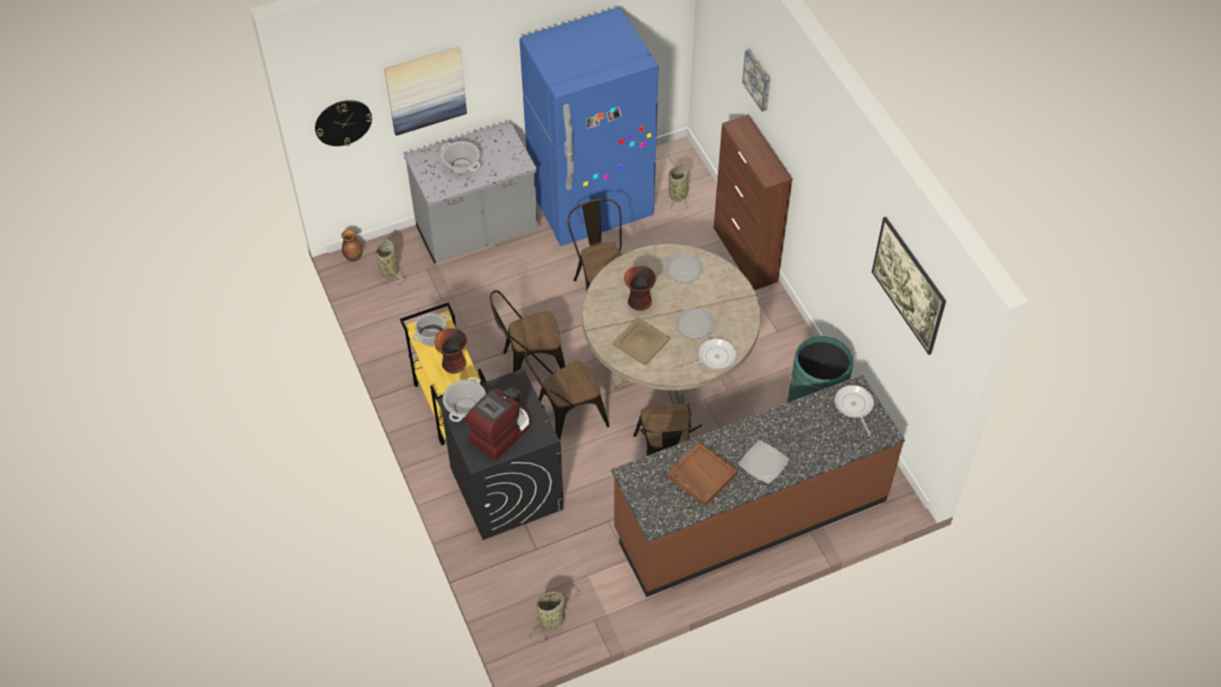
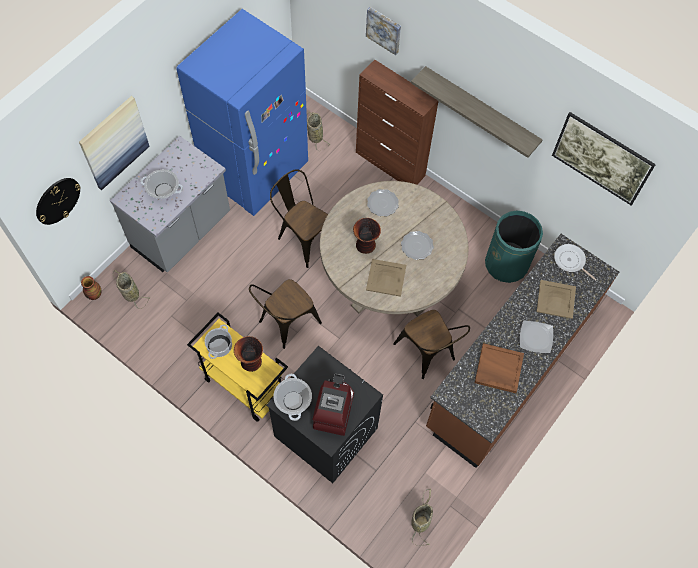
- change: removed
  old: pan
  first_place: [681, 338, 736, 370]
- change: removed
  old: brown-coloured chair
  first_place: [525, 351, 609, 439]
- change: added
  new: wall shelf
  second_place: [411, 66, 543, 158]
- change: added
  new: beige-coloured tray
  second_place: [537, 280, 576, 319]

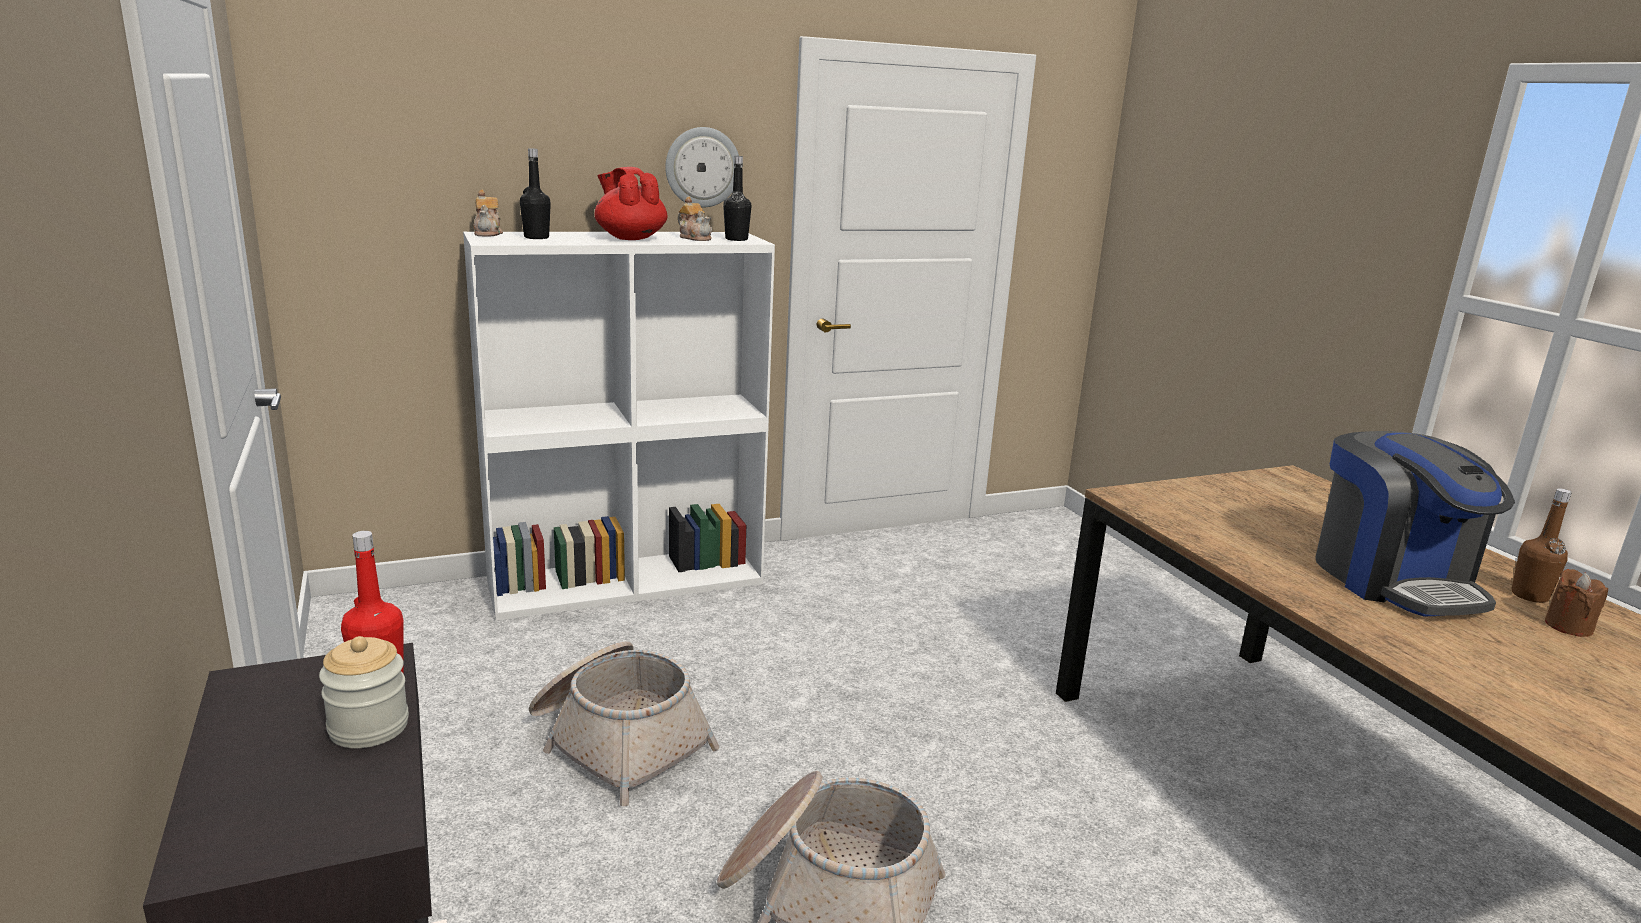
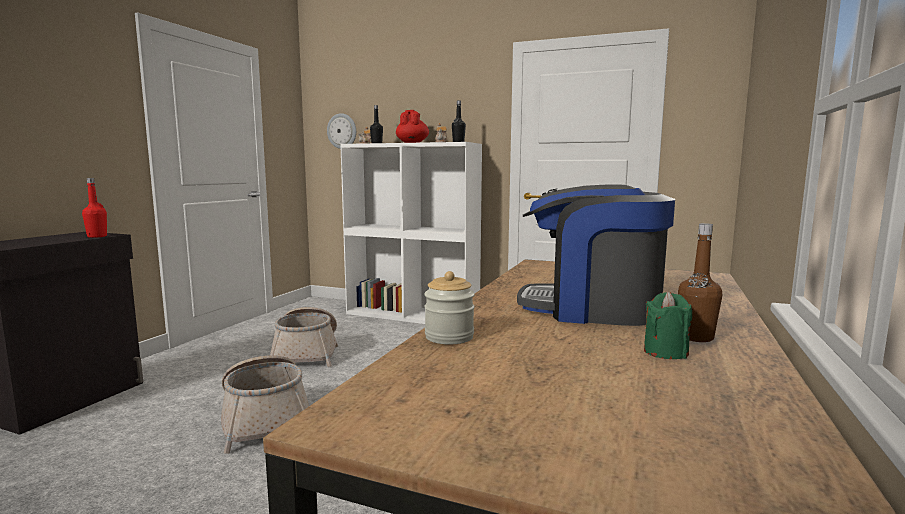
- change: moved
  old: wall clock
  first_place: [665, 127, 739, 208]
  second_place: [327, 113, 356, 149]
- change: turned
  old: coffee maker
  first_place: [1315, 431, 1515, 616]
  second_place: [517, 185, 675, 326]
  degrees: 75
- change: recoloured
  old: brown-coloured candle
  new: green candle
  first_place: [1545, 569, 1608, 637]
  second_place: [644, 292, 692, 359]
- change: moved
  old: jar
  first_place: [319, 636, 409, 748]
  second_place: [424, 271, 475, 344]

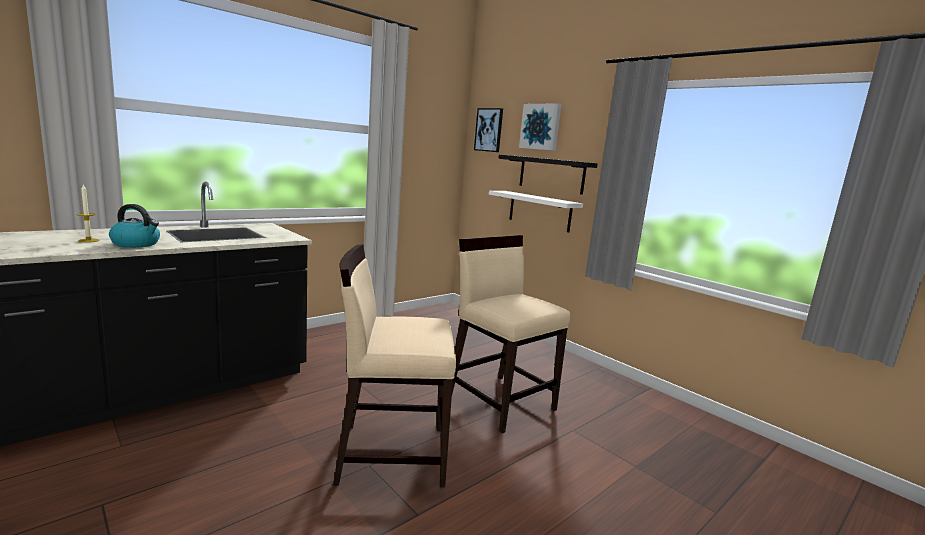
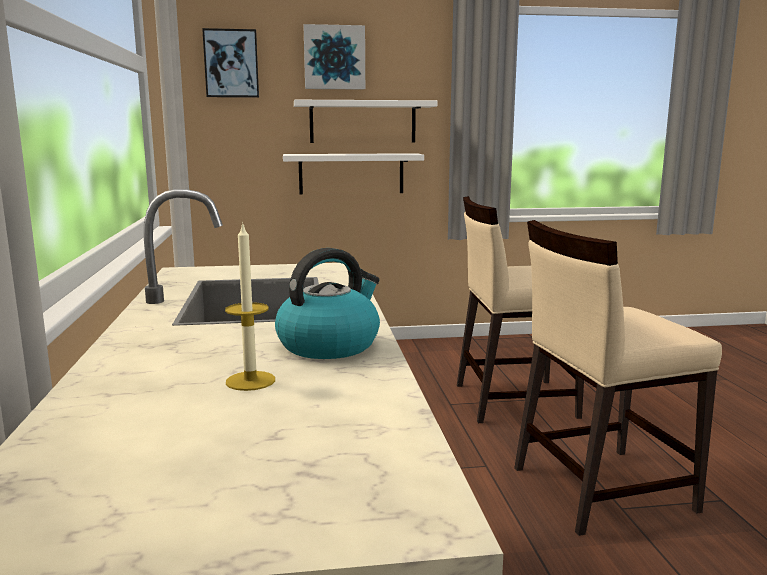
- change: recoloured
  old: blackish wall shelf
  new: whitish wall shelf
  first_place: [498, 155, 598, 195]
  second_place: [294, 100, 437, 143]
- change: turned
  old: beige-coloured chair
  first_place: [333, 244, 456, 488]
  second_place: [514, 220, 722, 536]
  degrees: 45

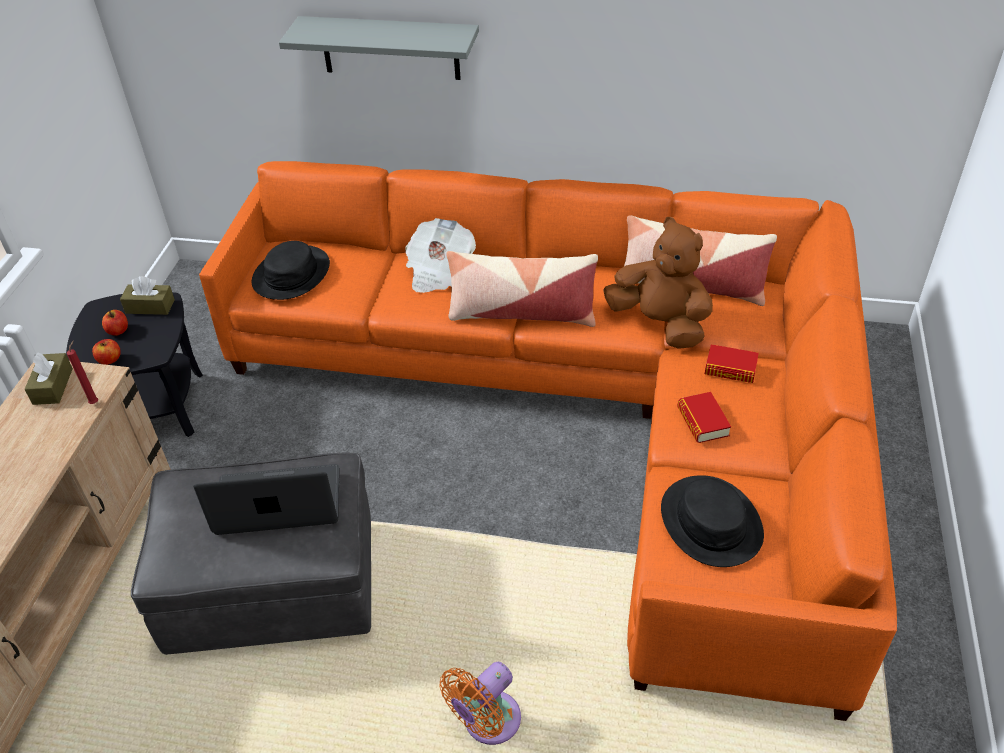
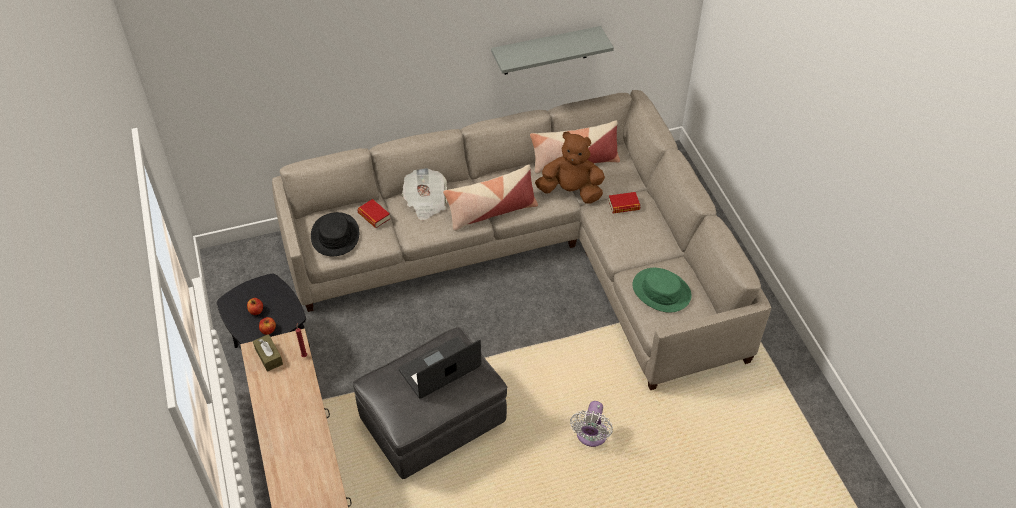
- change: moved
  old: greyish wall shelf
  first_place: [279, 16, 479, 80]
  second_place: [491, 26, 614, 75]
- change: recoloured
  old: orangey sofa
  new: beige-coloured sofa
  first_place: [199, 161, 897, 721]
  second_place: [272, 90, 771, 390]
- change: removed
  old: brown-coloured box of tissues
  first_place: [120, 276, 175, 315]
- change: moved
  old: volume
  first_place: [677, 392, 731, 443]
  second_place: [357, 199, 390, 228]
- change: recoloured
  old: blackish wearable hat
  new: green wearable hat
  first_place: [661, 475, 764, 567]
  second_place: [633, 268, 692, 313]
- change: recoloured
  old: orangey fan
  new: whitish fan
  first_place: [439, 662, 521, 745]
  second_place: [570, 401, 613, 447]

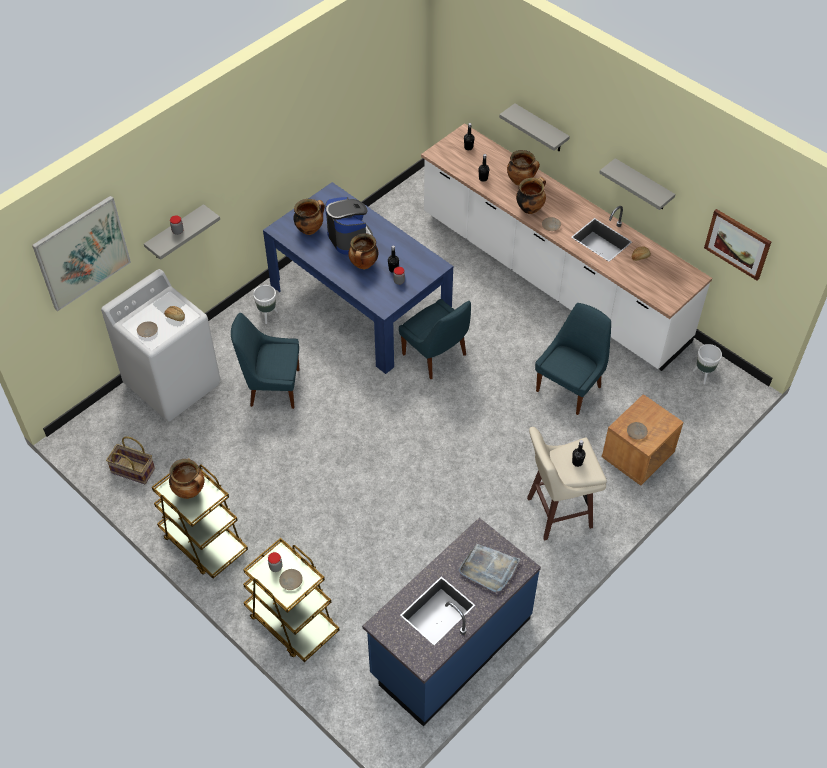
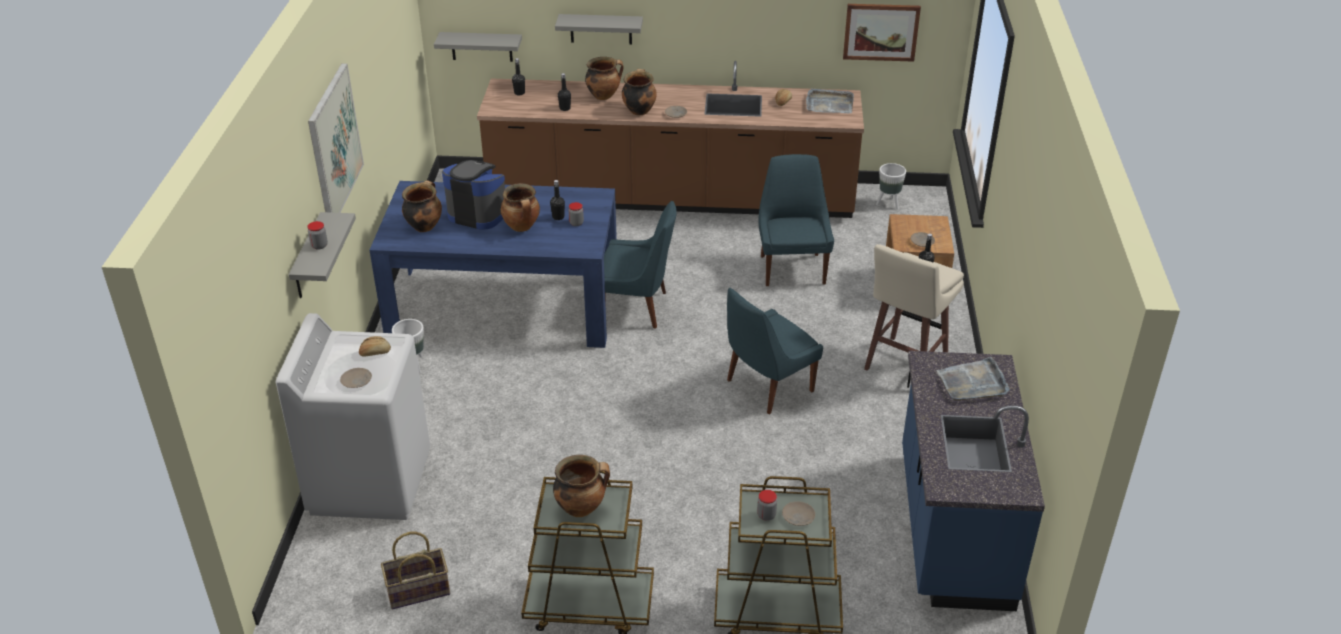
- change: recoloured
  old: whitish kitchen base unit
  new: brown-coloured kitchen base unit
  first_place: [421, 123, 712, 371]
  second_place: [477, 61, 864, 218]
- change: moved
  old: greyish wall shelf
  first_place: [599, 158, 675, 210]
  second_place: [434, 32, 522, 62]
- change: moved
  old: wall picture
  first_place: [32, 195, 131, 311]
  second_place: [308, 63, 364, 213]
- change: moved
  old: blue chair
  first_place: [231, 313, 300, 409]
  second_place: [727, 288, 823, 415]
- change: added
  new: greyish tray
  second_place: [806, 88, 854, 113]

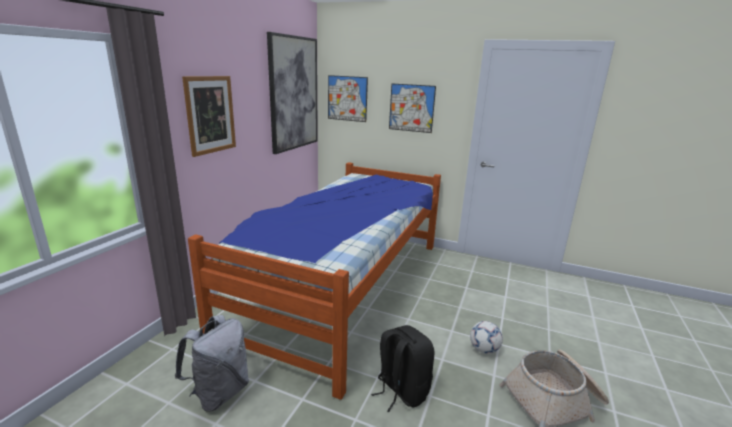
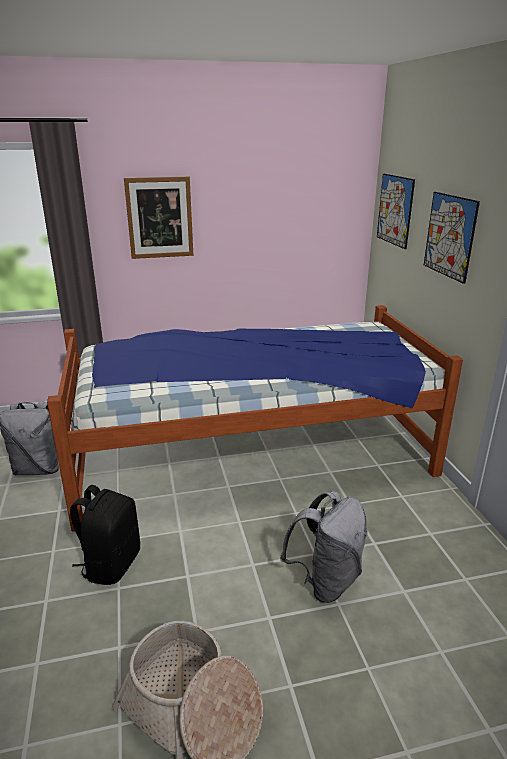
- change: removed
  old: wall picture
  first_place: [267, 32, 318, 154]
- change: removed
  old: football ball
  first_place: [470, 321, 503, 354]
- change: added
  new: greyish rucksack
  second_place: [280, 491, 367, 603]

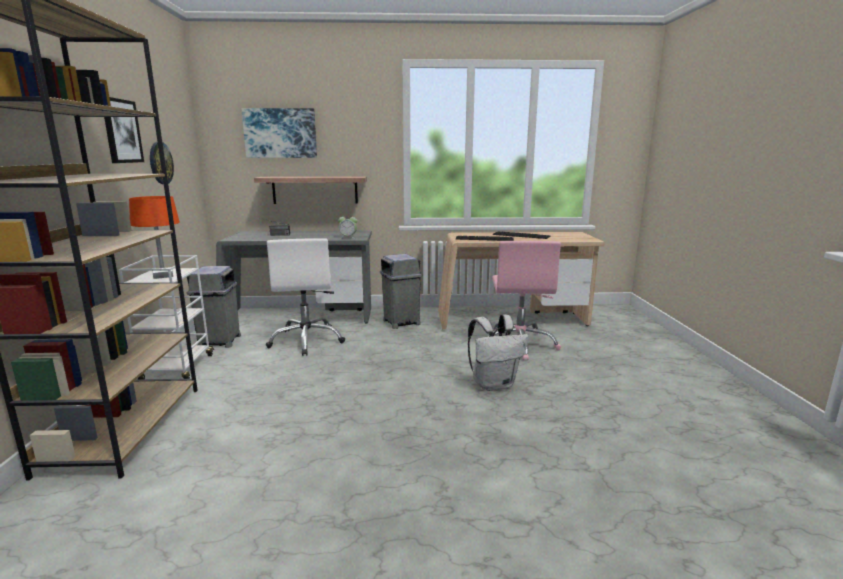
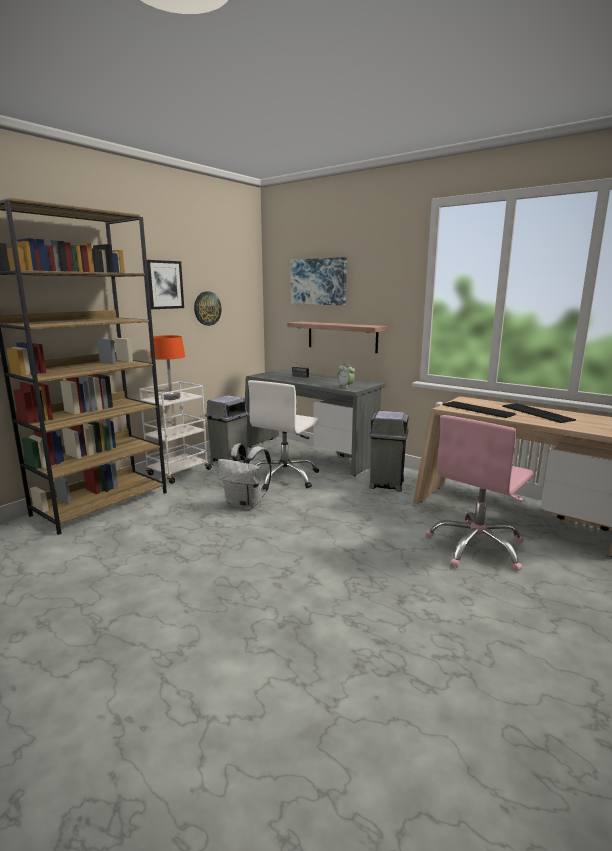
- change: moved
  old: whitish rucksack
  first_place: [468, 314, 529, 391]
  second_place: [217, 444, 272, 510]

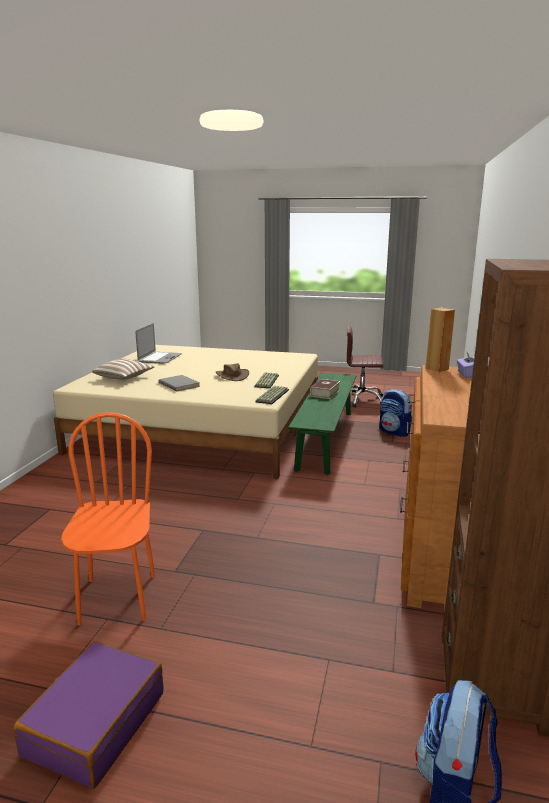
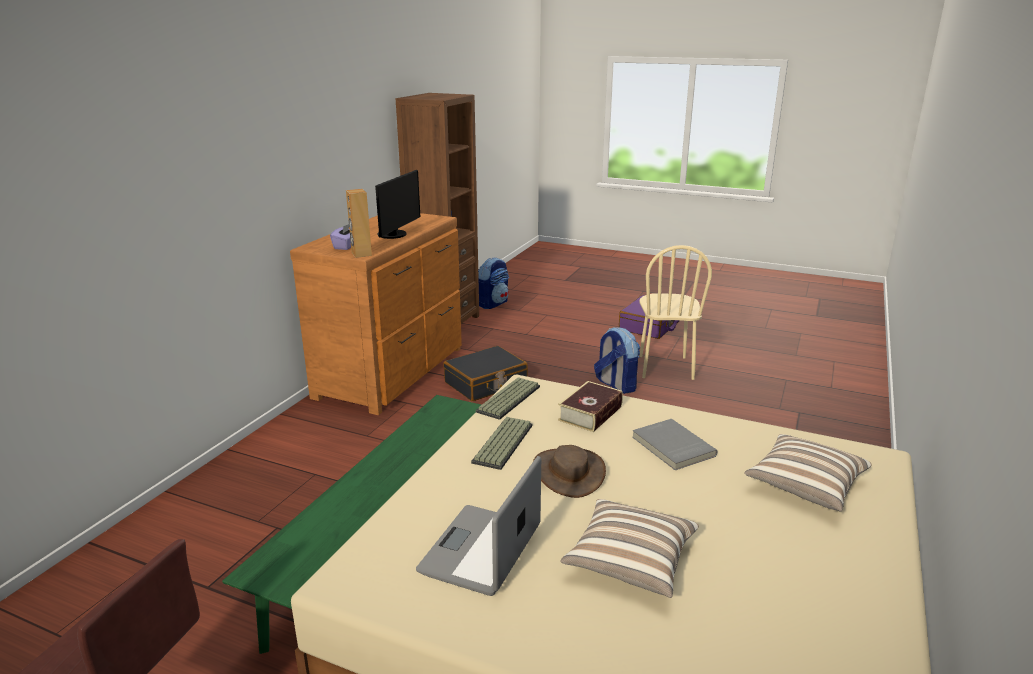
- change: moved
  old: notebook computer
  first_place: [135, 323, 182, 364]
  second_place: [416, 456, 541, 596]
- change: moved
  old: volume
  first_place: [310, 379, 340, 399]
  second_place: [558, 381, 623, 432]
- change: moved
  old: rucksack
  first_place: [379, 389, 412, 437]
  second_place: [594, 327, 640, 394]
- change: recoloured
  old: orangey chair
  new: beige-coloured chair
  first_place: [61, 412, 155, 625]
  second_place: [639, 245, 712, 380]
- change: added
  new: computer display
  second_place: [375, 170, 420, 239]
- change: added
  new: blackish suitcase
  second_place: [443, 346, 528, 401]
- change: added
  new: pillow
  second_place: [560, 499, 699, 598]

